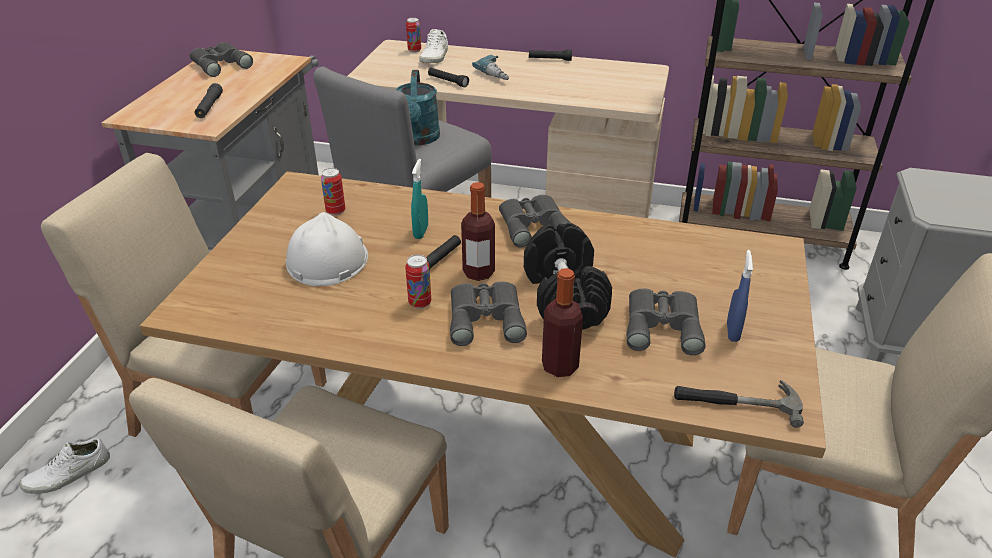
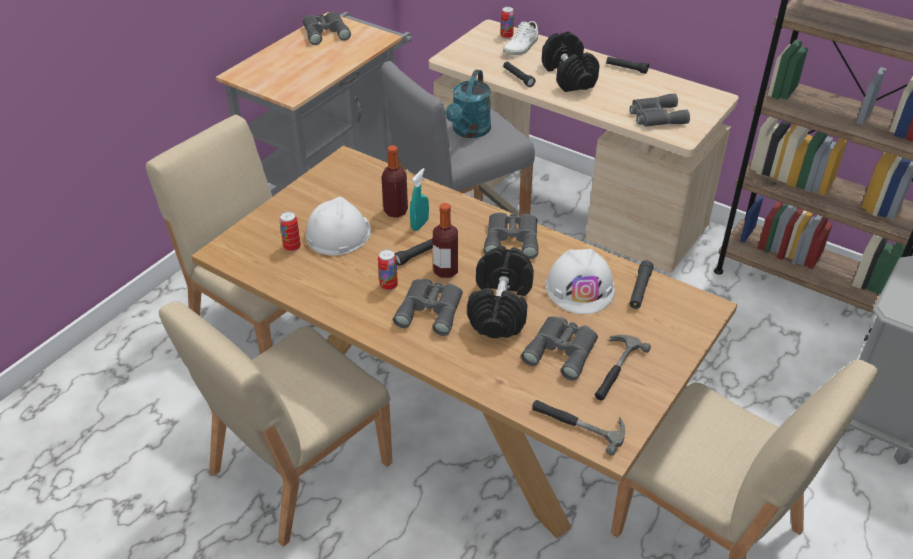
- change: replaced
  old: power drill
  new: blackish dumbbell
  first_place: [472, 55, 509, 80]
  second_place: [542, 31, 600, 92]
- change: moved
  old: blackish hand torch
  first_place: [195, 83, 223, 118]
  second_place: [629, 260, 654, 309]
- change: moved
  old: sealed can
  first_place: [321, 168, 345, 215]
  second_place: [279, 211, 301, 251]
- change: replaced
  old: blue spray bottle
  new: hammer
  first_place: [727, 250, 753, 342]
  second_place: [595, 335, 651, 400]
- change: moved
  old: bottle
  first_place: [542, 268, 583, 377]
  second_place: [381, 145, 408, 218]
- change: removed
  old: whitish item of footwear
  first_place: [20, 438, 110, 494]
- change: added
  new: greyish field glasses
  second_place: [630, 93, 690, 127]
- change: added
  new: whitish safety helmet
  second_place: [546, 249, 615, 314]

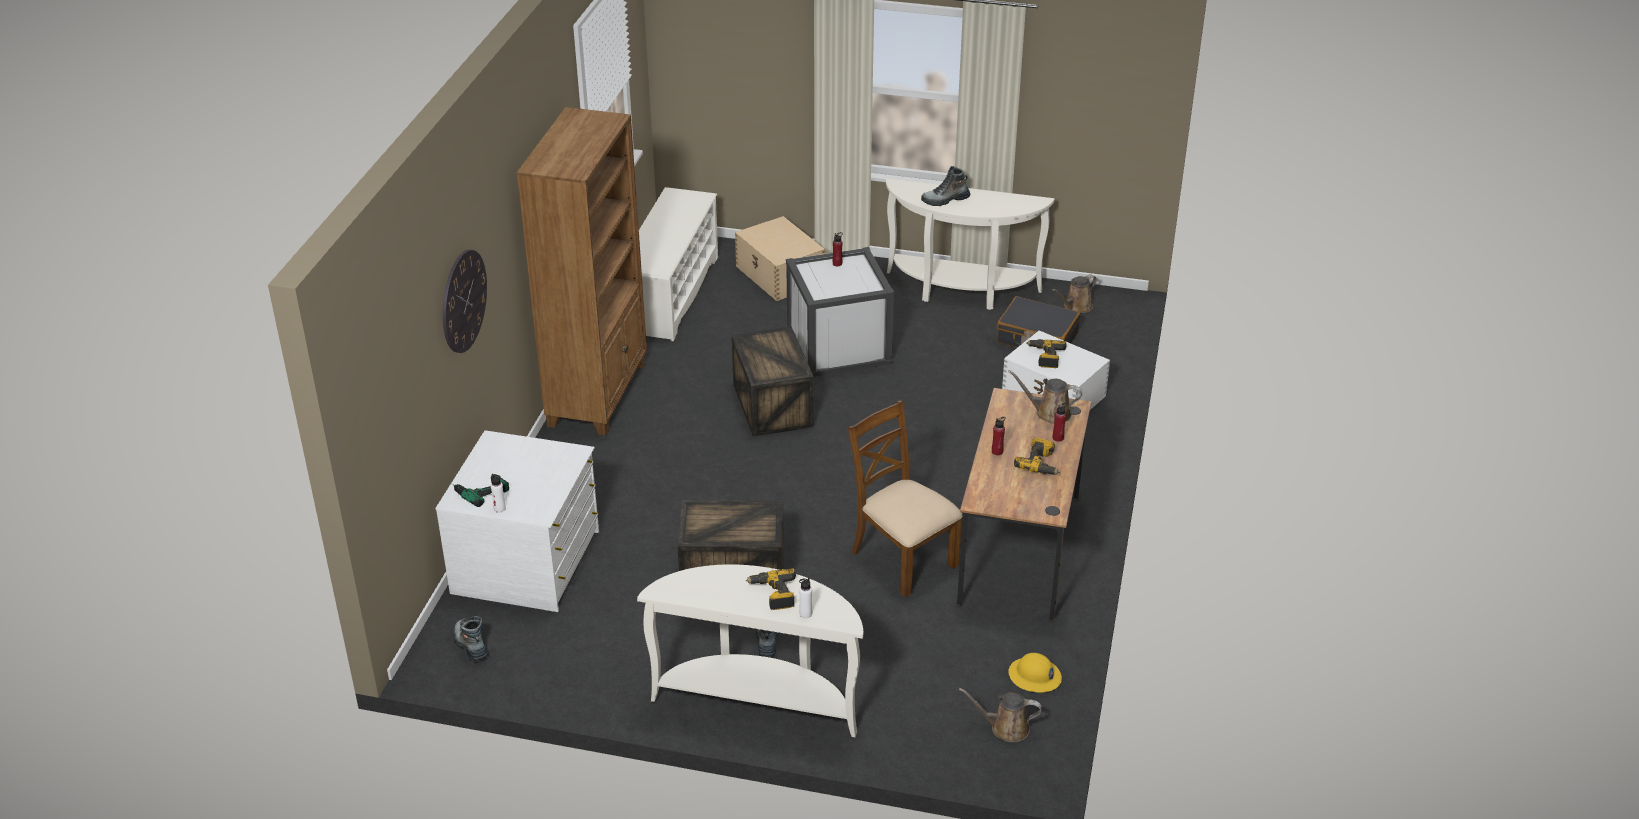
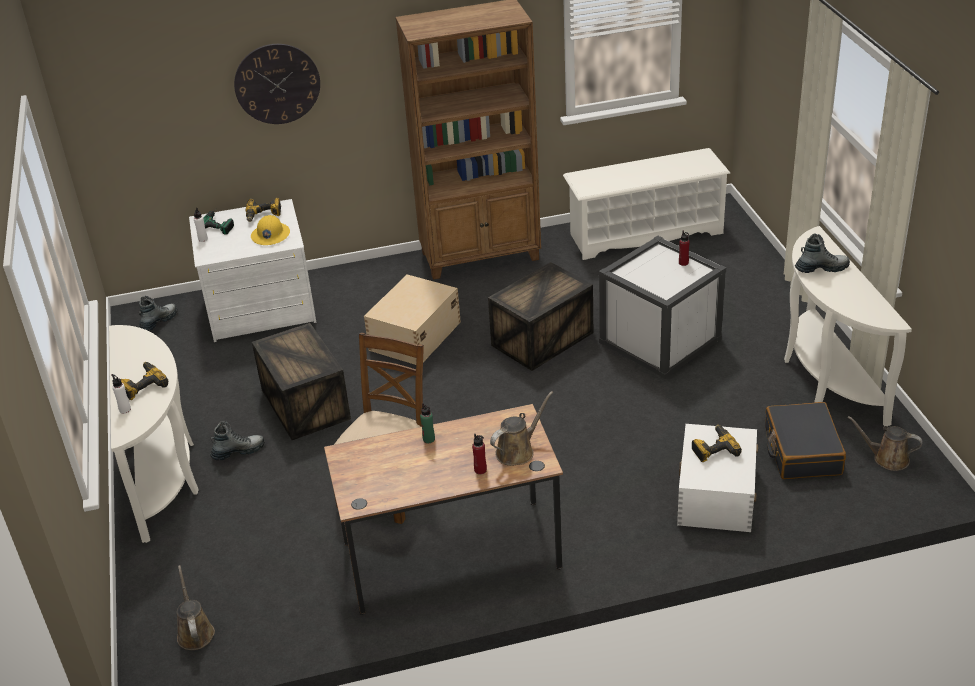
- change: turned
  old: tall boot
  first_place: [921, 166, 970, 206]
  second_place: [795, 234, 850, 273]
  degrees: 120
- change: moved
  old: beige-coloured storage bin
  first_place: [735, 216, 825, 301]
  second_place: [364, 274, 461, 365]
- change: turned
  old: brown-coloured watering pot
  first_place: [1008, 370, 1082, 424]
  second_place: [490, 391, 553, 466]
  degrees: 60
- change: recoloured
  old: red-coloured bottle
  new: green bottle
  first_place: [992, 417, 1006, 455]
  second_place: [420, 403, 435, 443]
- change: moved
  old: power drill
  first_place: [1014, 437, 1059, 475]
  second_place: [246, 198, 281, 222]
- change: moved
  old: yellow safety helmet
  first_place: [1008, 653, 1062, 693]
  second_place: [251, 215, 290, 245]

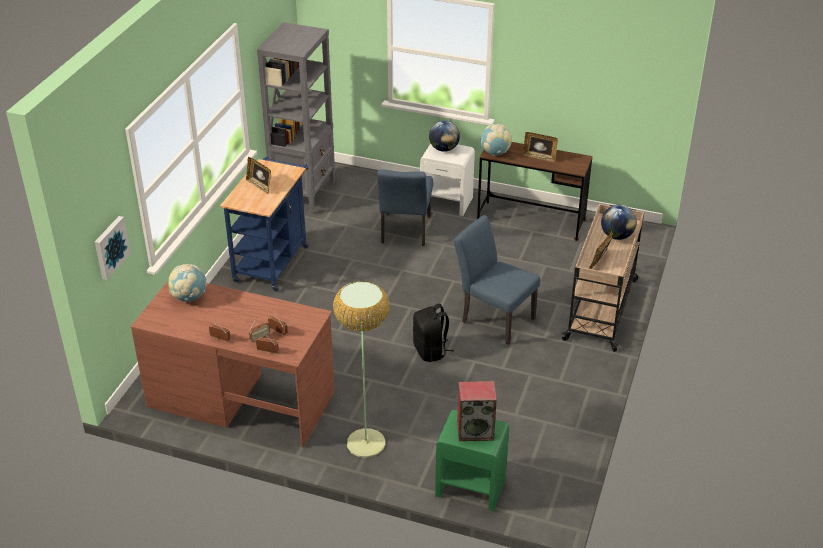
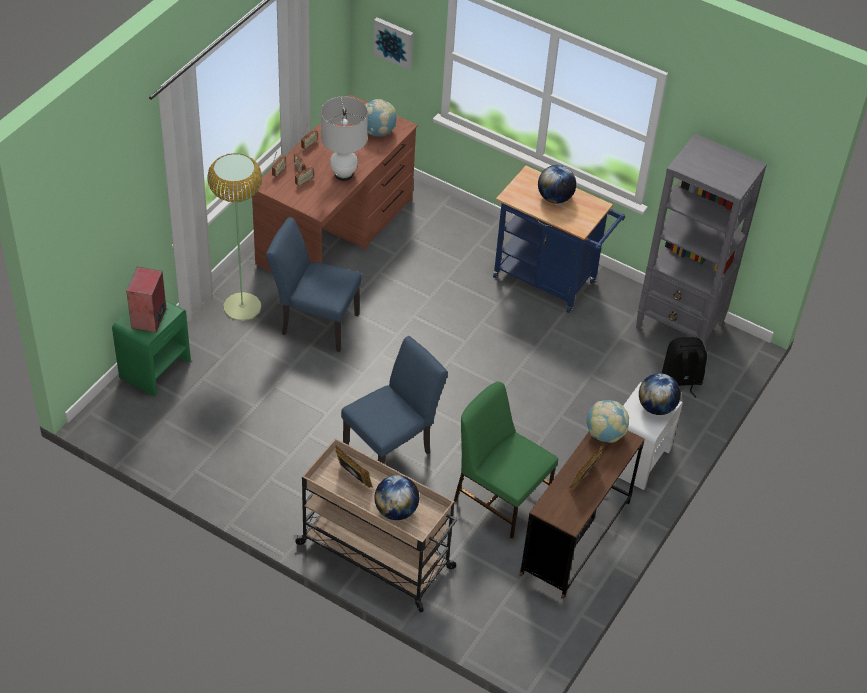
- change: replaced
  old: photo frame
  new: desk globe
  first_place: [246, 157, 271, 195]
  second_place: [538, 165, 576, 204]
- change: moved
  old: blue chair
  first_place: [377, 169, 433, 246]
  second_place: [266, 217, 362, 352]
- change: moved
  old: blackish rucksack
  first_place: [413, 304, 454, 362]
  second_place: [662, 337, 707, 398]
- change: added
  new: whitish tabletop lamp
  second_place: [321, 96, 368, 181]
- change: added
  new: green chair
  second_place: [454, 382, 558, 539]

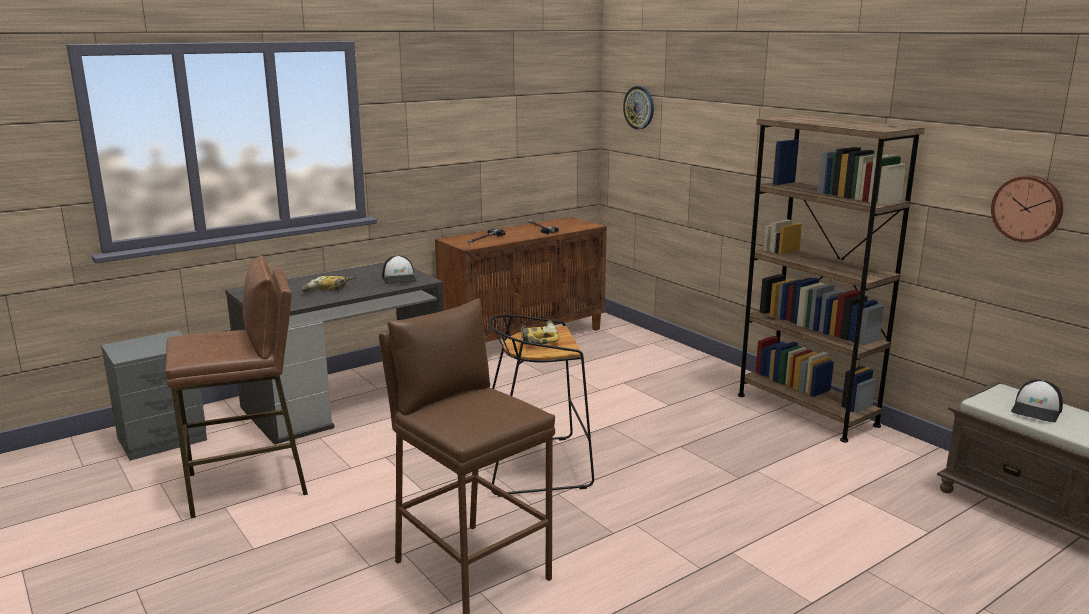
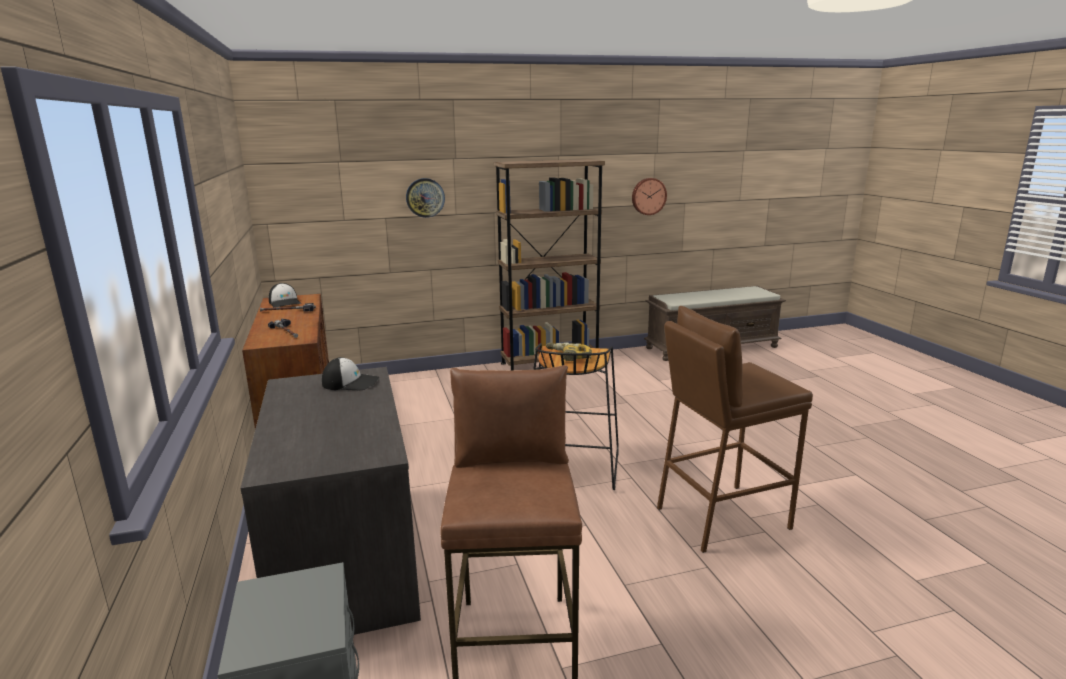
- change: moved
  old: wall clock
  first_place: [623, 86, 654, 129]
  second_place: [406, 178, 445, 218]
- change: removed
  old: power drill
  first_place: [302, 276, 356, 292]
- change: moved
  old: peaked cap
  first_place: [1011, 380, 1063, 422]
  second_place: [269, 283, 301, 308]

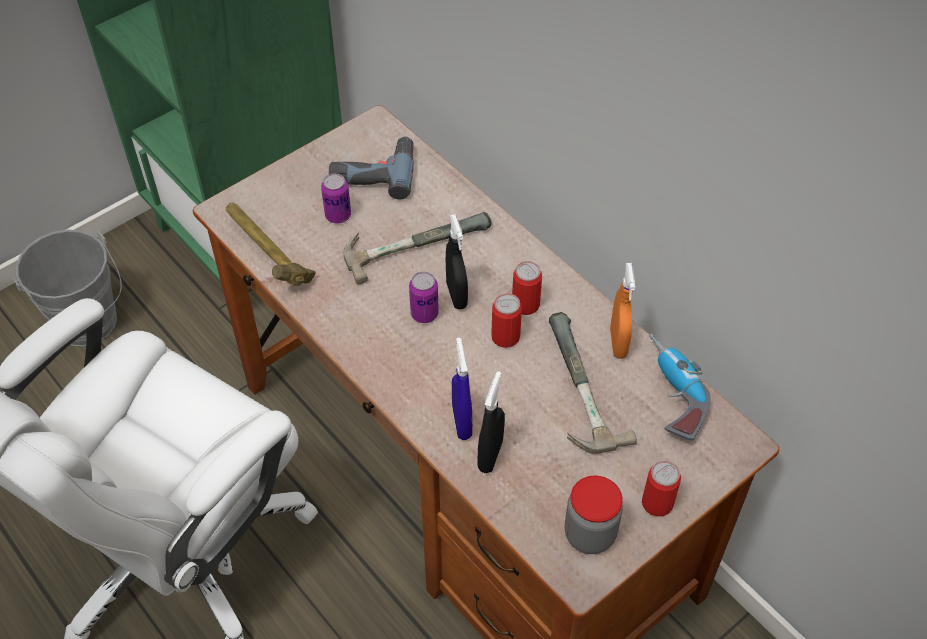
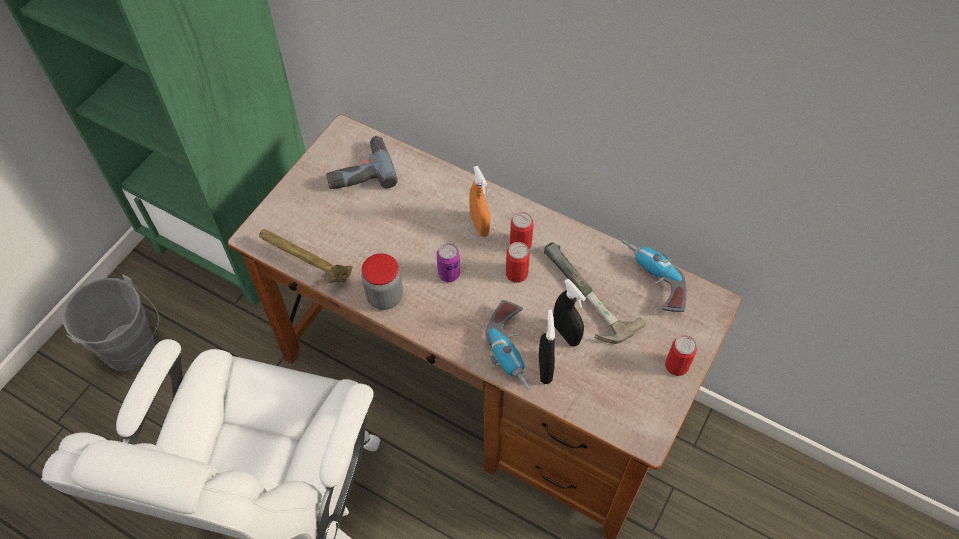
- change: removed
  old: sealed can
  first_place: [321, 173, 351, 224]
- change: removed
  old: hammer
  first_place: [344, 212, 491, 284]
- change: moved
  old: blackish spray bottle
  first_place: [446, 214, 468, 309]
  second_place: [553, 279, 586, 346]
- change: moved
  old: orangey spray bottle
  first_place: [610, 263, 635, 359]
  second_place: [469, 166, 490, 237]
- change: replaced
  old: blue spray bottle
  new: power drill
  first_place: [452, 337, 472, 440]
  second_place: [485, 300, 531, 390]
- change: moved
  old: jar
  first_place: [565, 476, 623, 554]
  second_place: [362, 253, 403, 310]

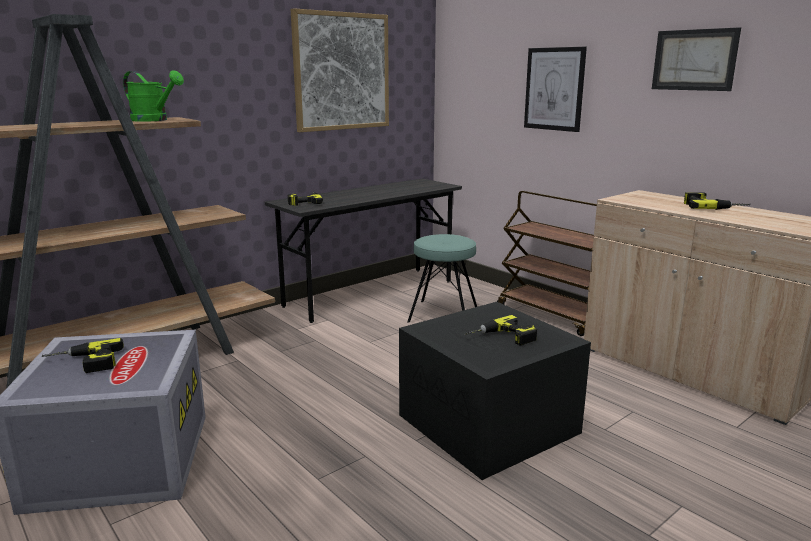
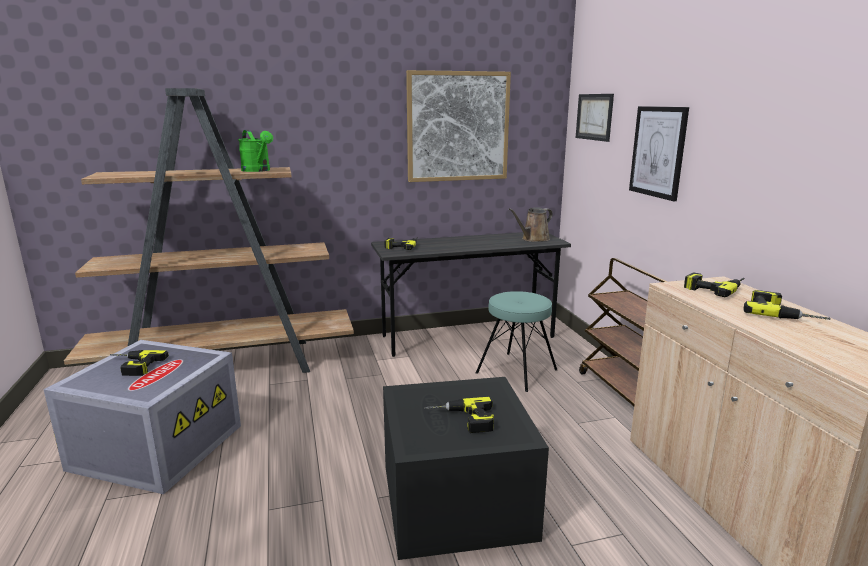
- change: moved
  old: wall picture
  first_place: [652, 27, 741, 91]
  second_place: [576, 94, 614, 142]
- change: added
  new: brown-coloured watering pot
  second_place: [509, 207, 553, 242]
- change: added
  new: power drill
  second_place: [684, 272, 744, 297]

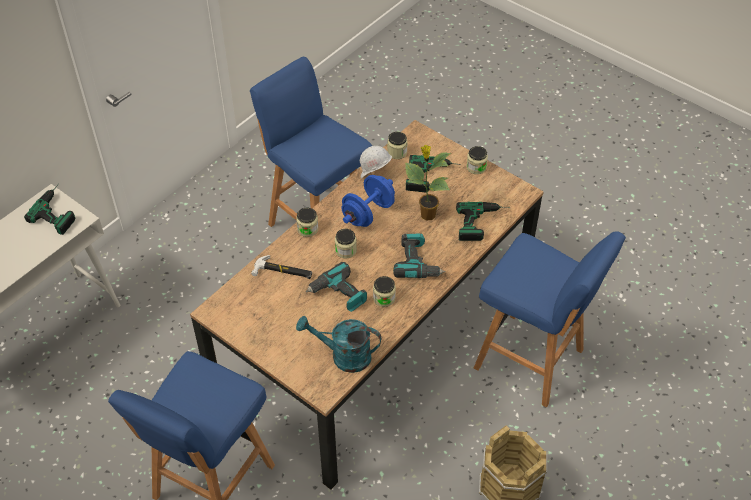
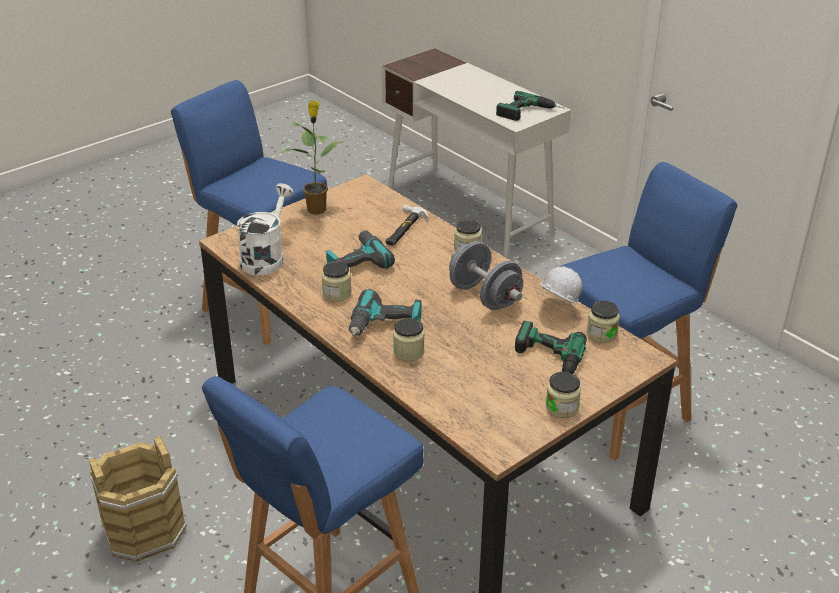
- change: moved
  old: houseplant
  first_place: [405, 145, 452, 220]
  second_place: [281, 101, 345, 215]
- change: recoloured
  old: blue dumbbell
  new: greyish dumbbell
  first_place: [342, 175, 395, 227]
  second_place: [449, 241, 523, 310]
- change: removed
  old: power drill
  first_place: [456, 202, 510, 241]
- change: moved
  old: jar
  first_place: [335, 229, 357, 259]
  second_place: [393, 318, 424, 361]
- change: recoloured
  old: turquoise watering pot
  new: whitish watering pot
  first_place: [296, 316, 381, 373]
  second_place: [237, 184, 294, 275]

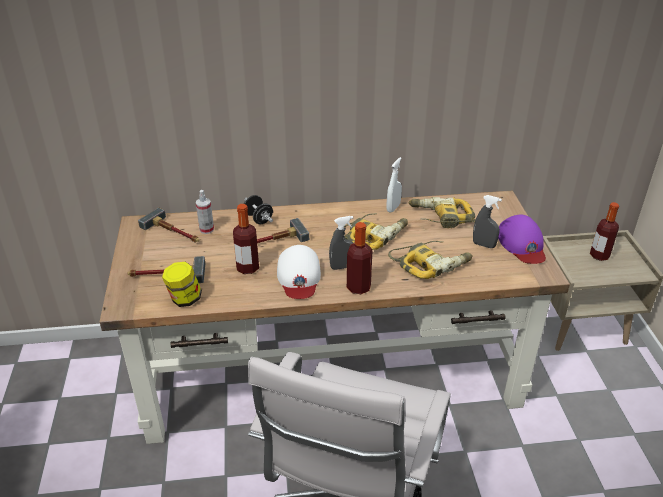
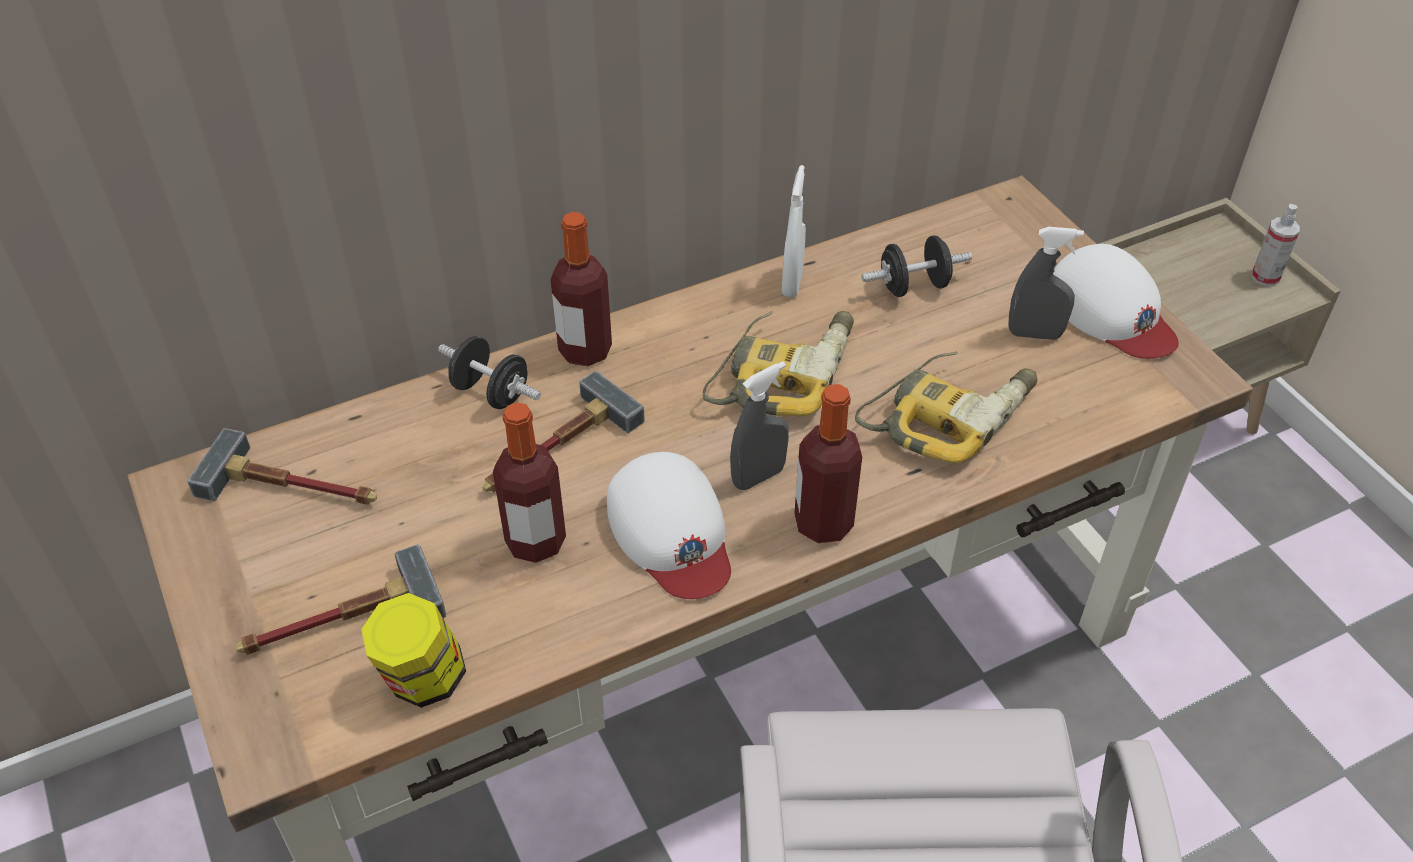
- change: moved
  old: spray bottle
  first_place: [196, 190, 214, 234]
  second_place: [1252, 204, 1300, 286]
- change: replaced
  old: power drill
  new: blackish dumbbell
  first_place: [409, 197, 475, 228]
  second_place: [861, 236, 972, 297]
- change: moved
  old: bottle
  first_place: [590, 202, 619, 261]
  second_place: [551, 212, 612, 366]
- change: recoloured
  old: purple peaked cap
  new: whitish peaked cap
  first_place: [498, 215, 546, 264]
  second_place: [1053, 244, 1179, 359]

